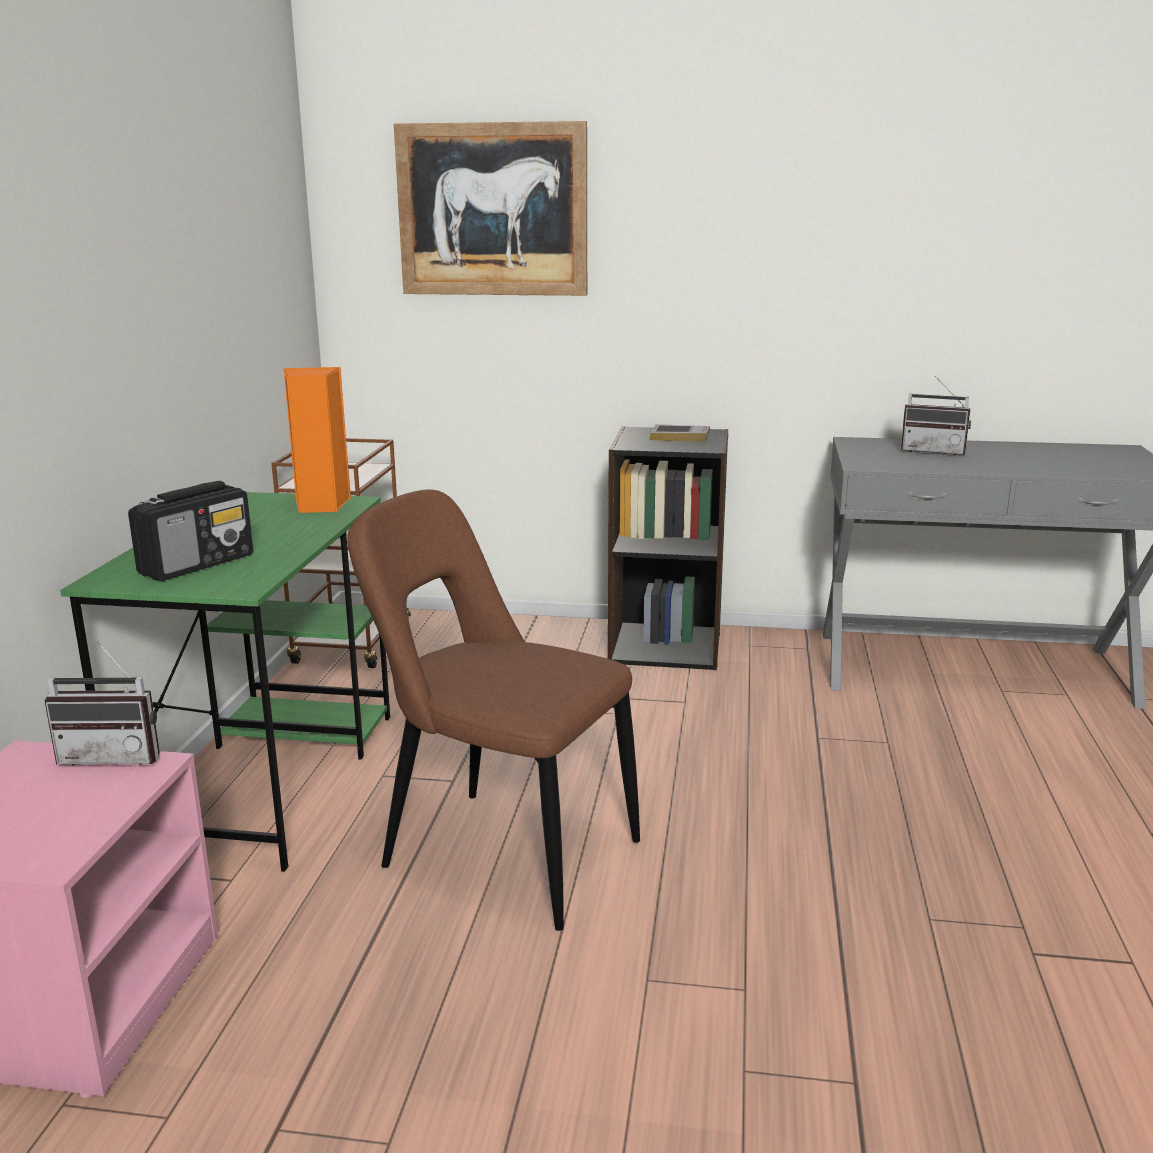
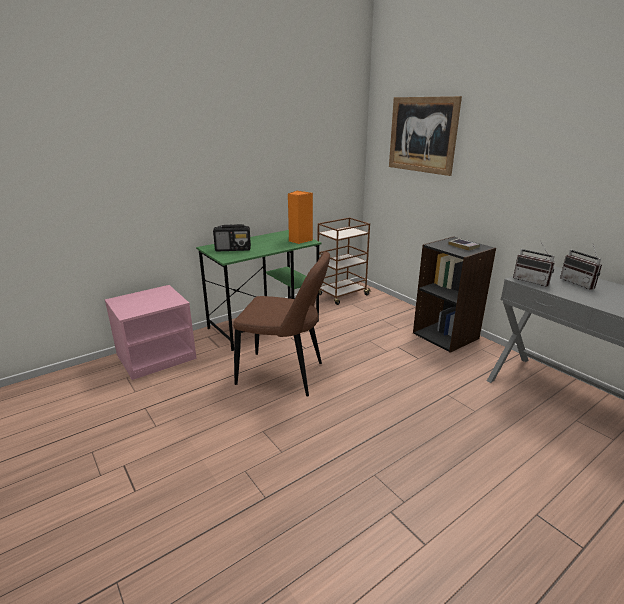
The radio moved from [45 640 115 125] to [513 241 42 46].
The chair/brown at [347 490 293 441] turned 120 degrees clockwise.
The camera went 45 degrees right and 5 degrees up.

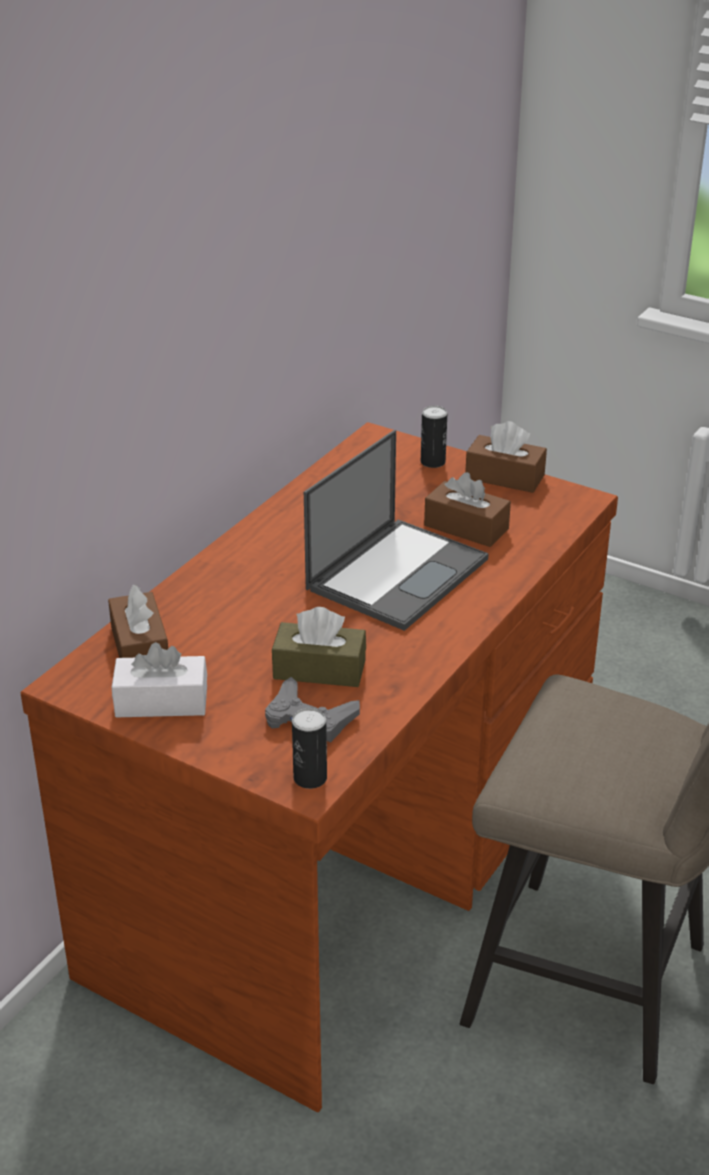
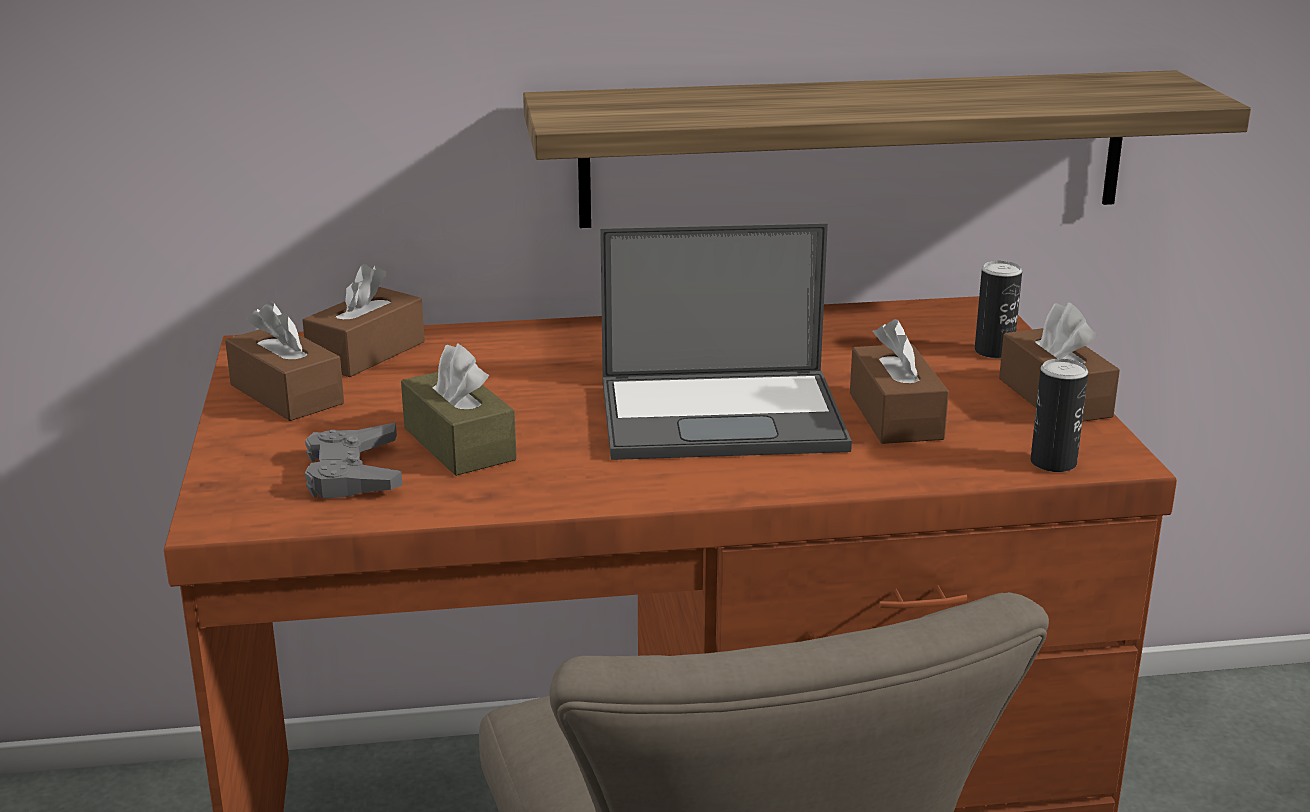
The shelf at [523 70 728 158] appeared.
The can moved from [292 708 35 81] to [1030 359 58 113].
The tissue box/white at [112 642 95 75] became the tissue box/brown at [225 301 119 120].
The camera went 50 degrees right and 10 degrees down.

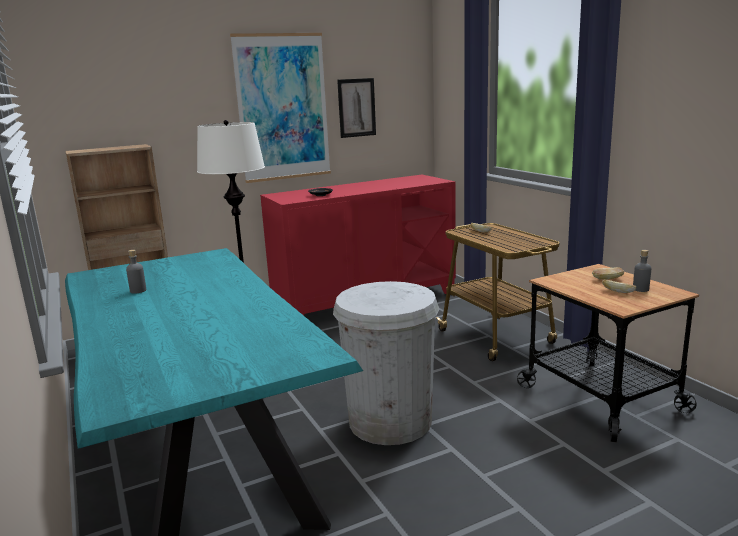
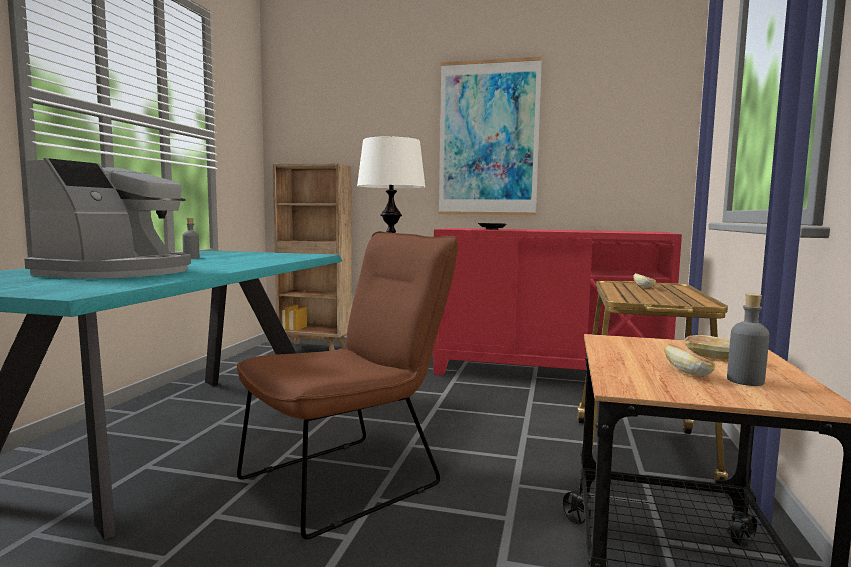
The picture at [337 78 39 60] disappeared.
The coffee machine at [24 158 167 121] appeared.
The trash can/white at [333 281 107 164] was replaced by the chair/brown at [237 231 221 309].
The camera went 40 degrees right and 10 degrees down.

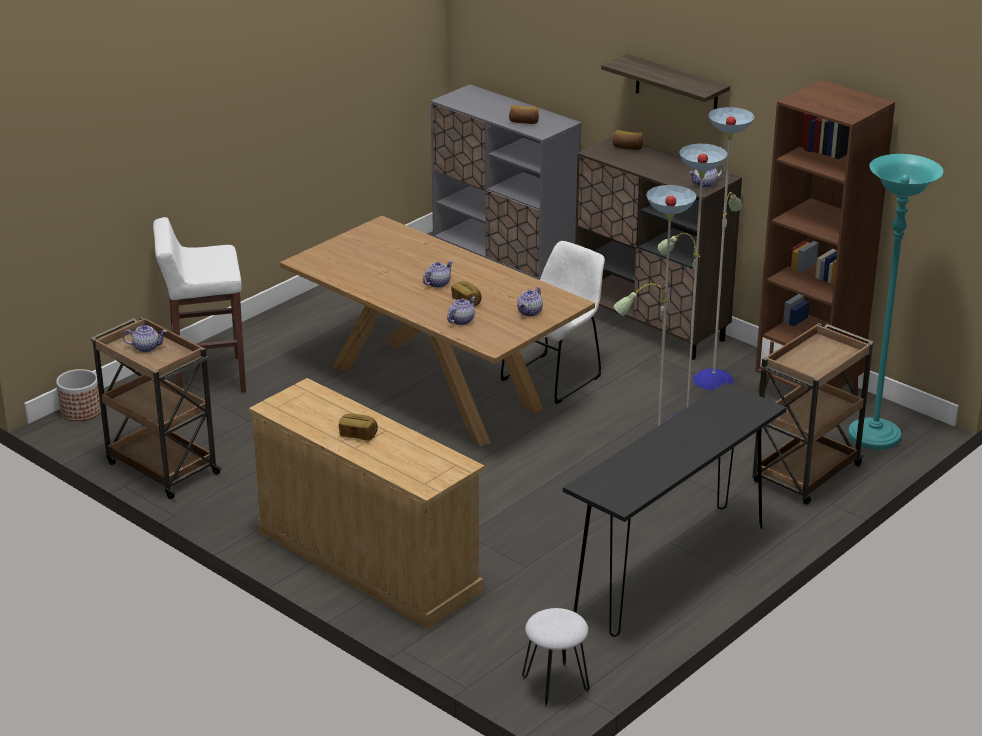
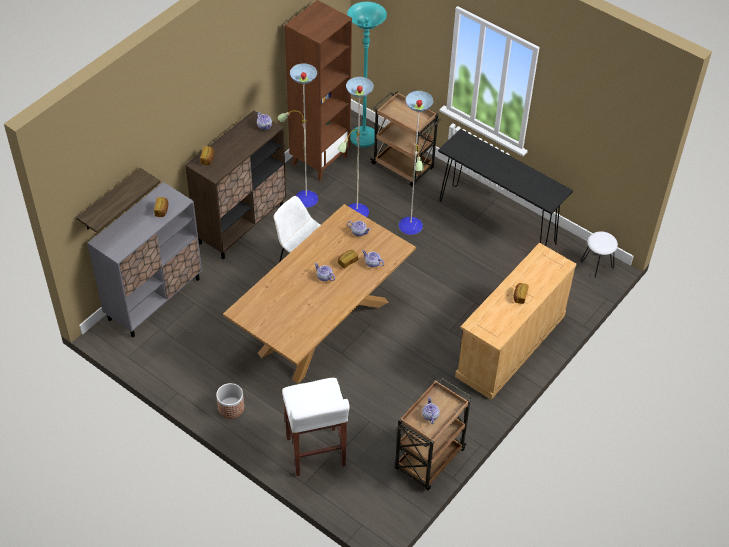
The planter moved from [56 369 45 52] to [216 383 28 35].
The shelf moved from [601 54 129 55] to [76 168 84 65].
The camera went 95 degrees left and 20 degrees up.

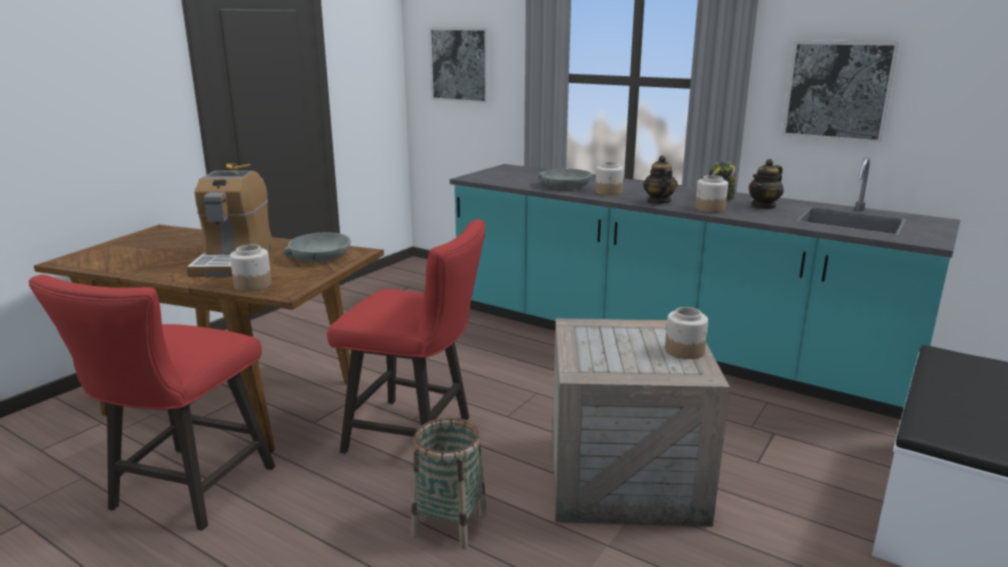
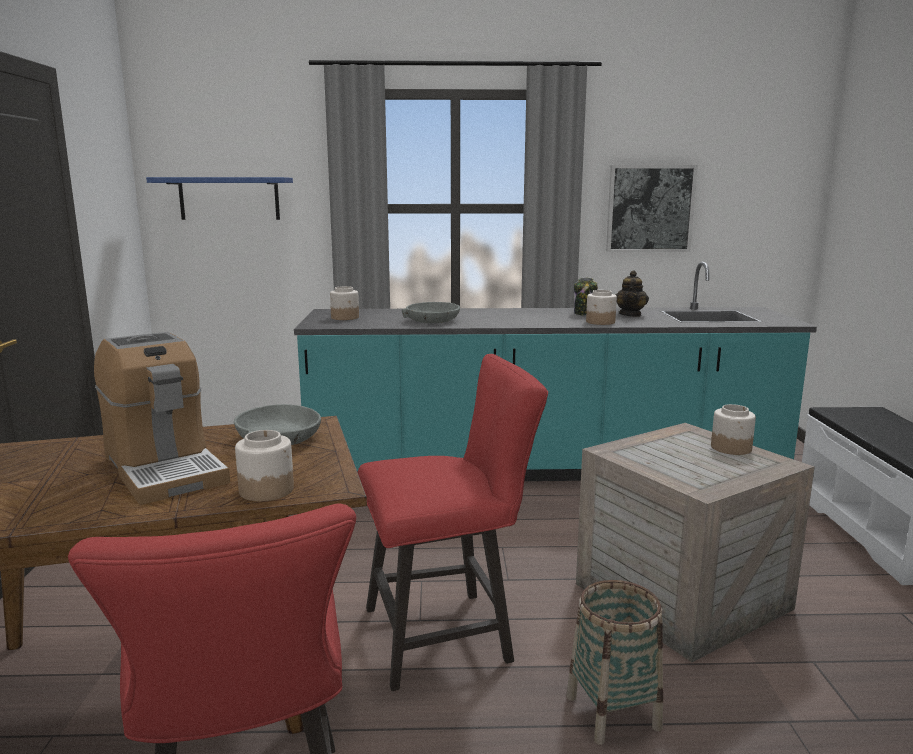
The teapot at [643 155 35 49] disappeared.
The jar moved from [595 162 29 33] to [330 286 29 34].
The picture at [429 27 61 77] was replaced by the shelf/blue at [146 177 147 43].
The camera went 35 degrees left and 5 degrees down.

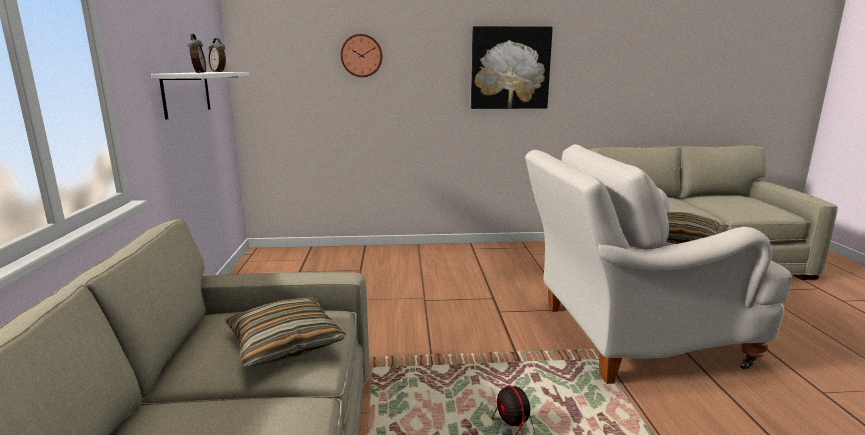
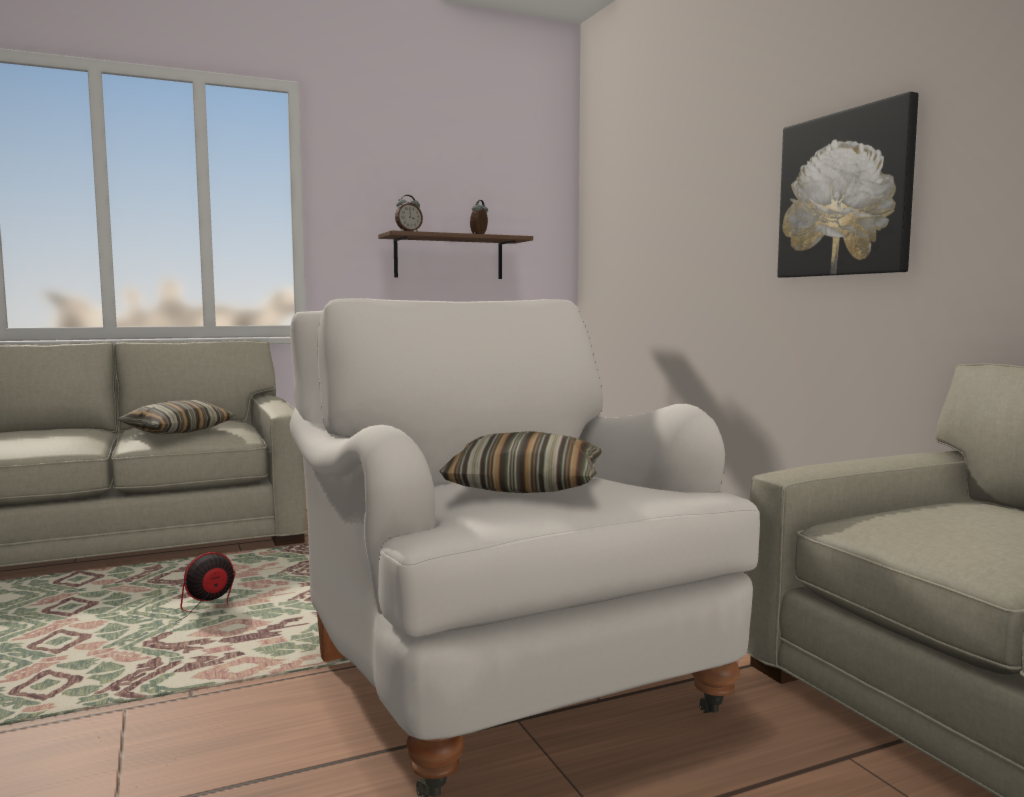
The wall clock at [341 34 41 43] disappeared.
The shelf/white at [151 72 98 48] became the shelf/brown at [378 230 155 49].
The camera went 70 degrees right and 10 degrees down.

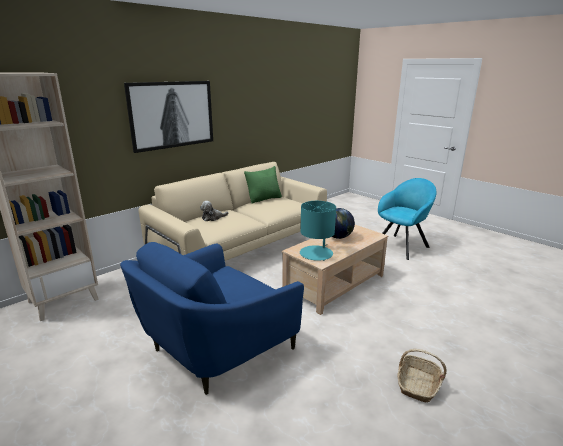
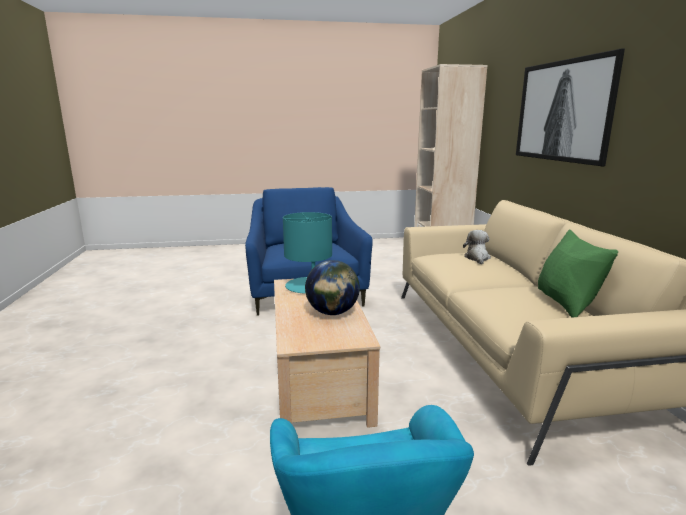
The basket at [397 349 50 53] disappeared.
The camera went 125 degrees right and 5 degrees down.

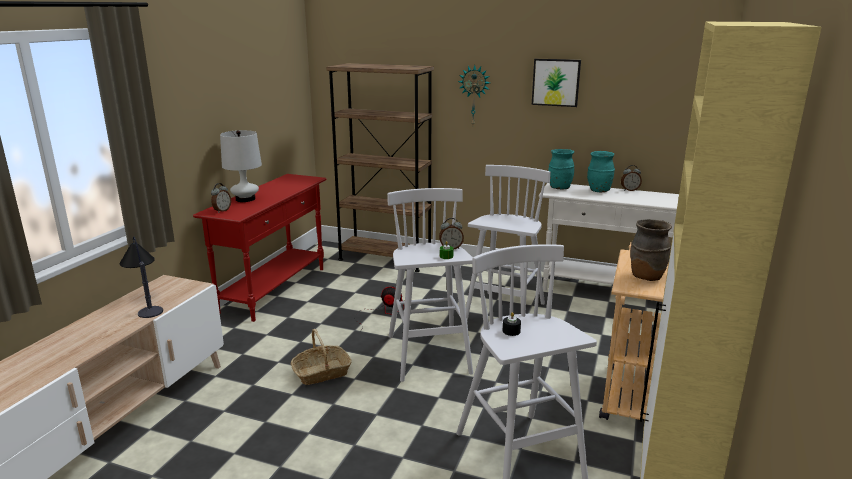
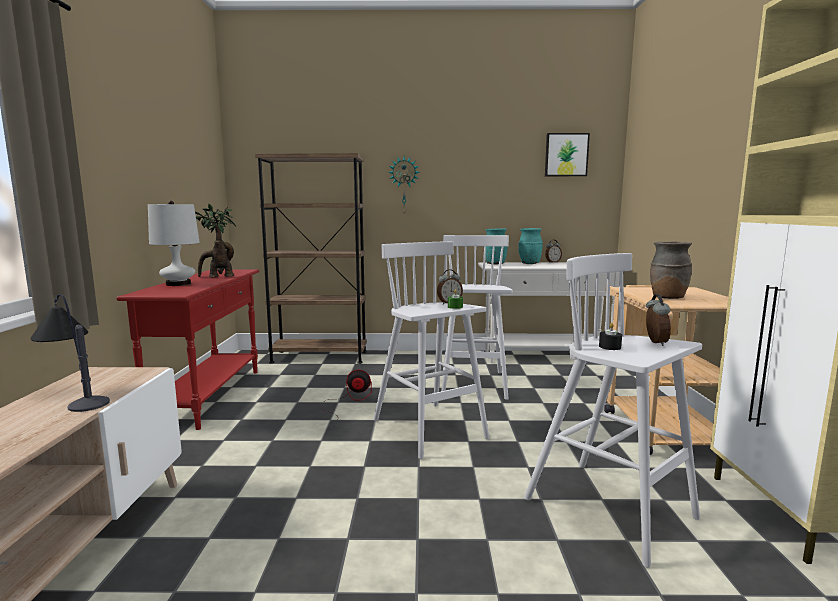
The basket at [291 329 61 56] disappeared.
The potted plant at [195 203 41 74] appeared.
The alarm clock moved from [211 183 20 30] to [646 294 25 52].
The picture moved from [532 59 49 48] to [545 133 45 43].
The camera went 20 degrees left and 10 degrees down.

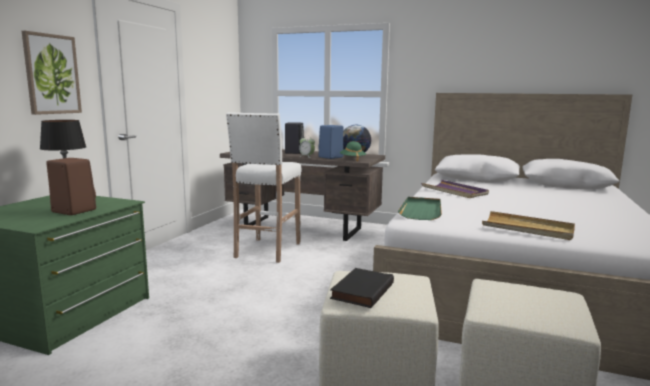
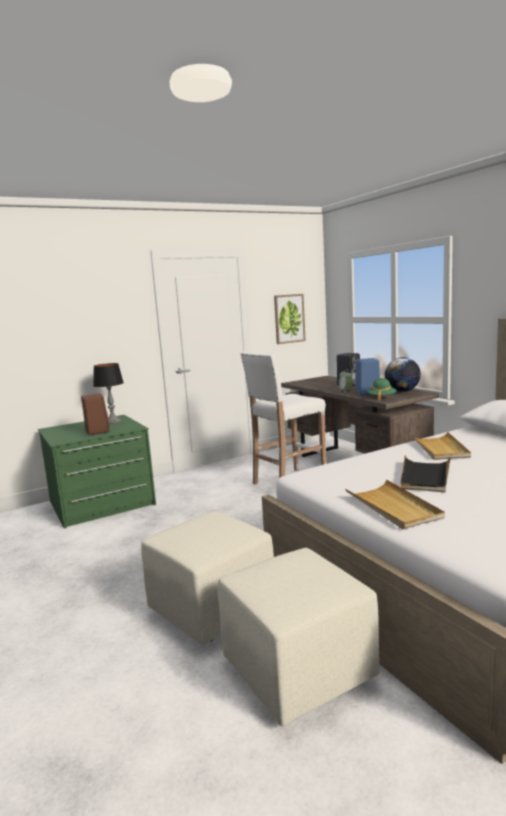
The book/black at [330 268 64 40] disappeared.
The tray/green at [398 197 44 23] disappeared.
The tray/black at [400 456 50 36] appeared.
The picture moved from [22 31 60 84] to [274 294 32 50].
The tray/purple at [421 180 68 18] became the tray/beige at [410 432 61 28].
The camera went 40 degrees right and 0 degrees up.

